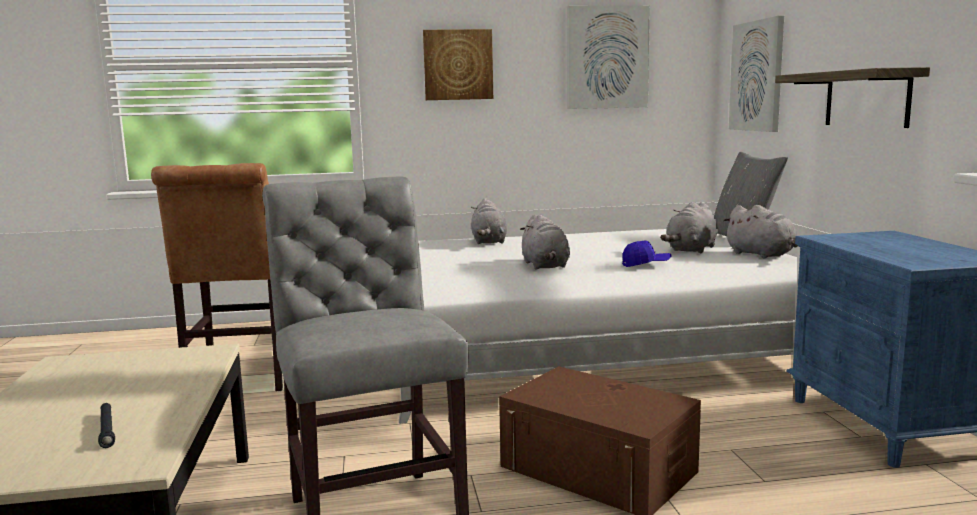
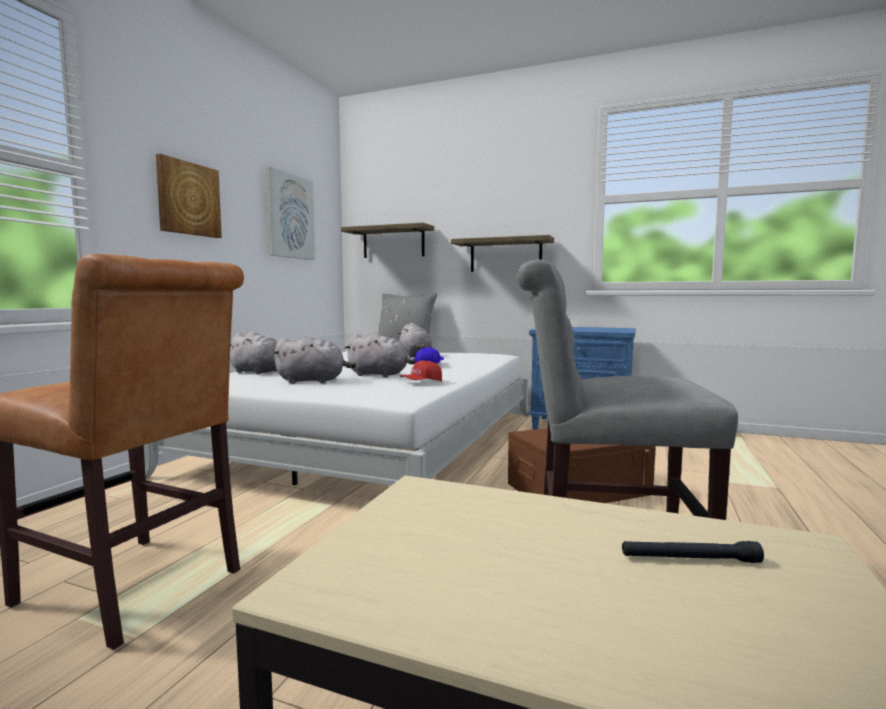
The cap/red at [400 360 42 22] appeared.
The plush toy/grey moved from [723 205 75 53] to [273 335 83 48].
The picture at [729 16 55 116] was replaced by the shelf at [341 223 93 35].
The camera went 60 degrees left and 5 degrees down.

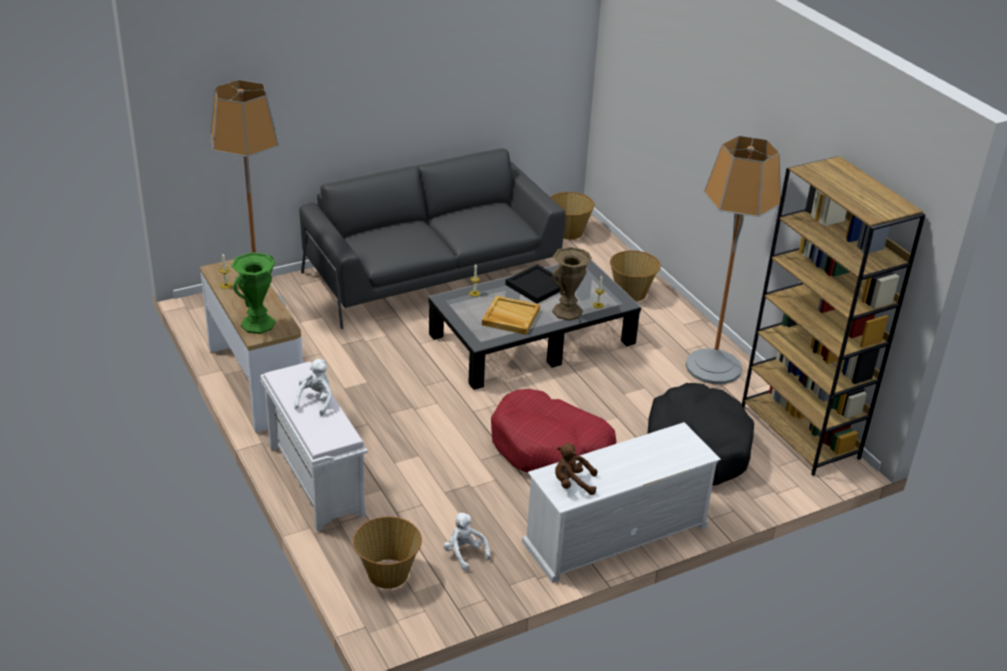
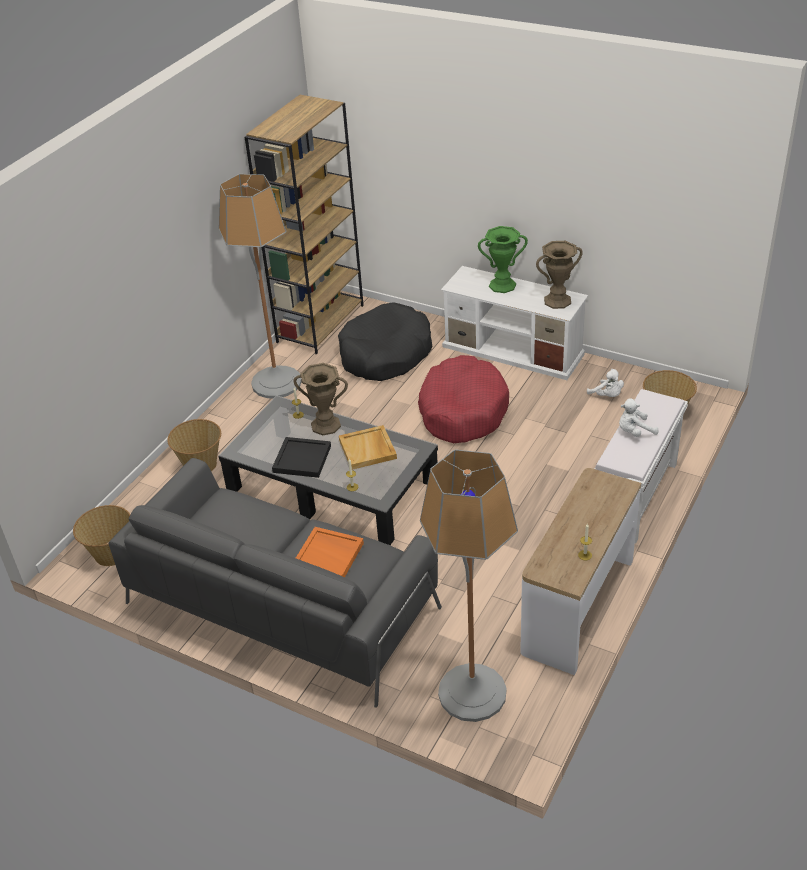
The tray/orange at [296 527 68 50] appeared.
The vase/green moved from [231 252 44 82] to [478 226 50 67].
The plush toy/brown at [555 443 42 52] was replaced by the vase/brown at [536 241 47 68].
The plush toy/white at [443 512 48 59] turned 60 degrees counterclockwise.
The camera went 120 degrees left and 5 degrees up.

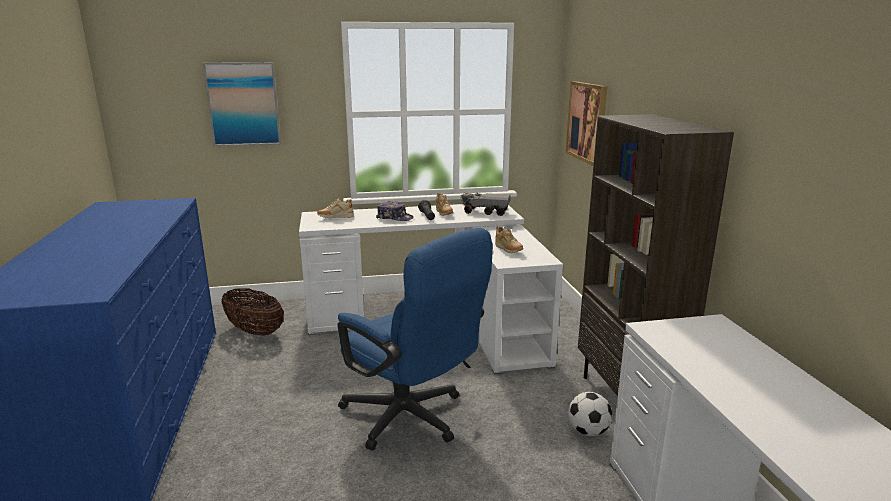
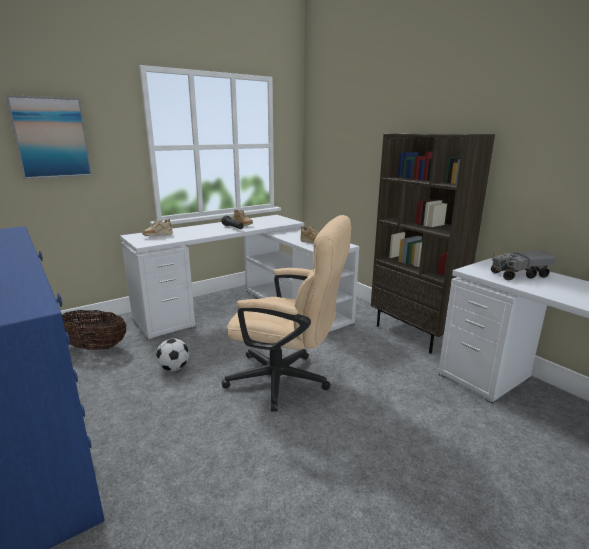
The cap at [376 201 37 20] disappeared.
The picture at [566 81 41 85] disappeared.
The toy truck moved from [461 193 50 23] to [491 251 65 29].
The football moved from [568 392 44 44] to [156 339 33 32].
The office chair/blue at [337 228 156 222] became the office chair/beige at [222 215 129 197].
The camera went 25 degrees left and 0 degrees up.

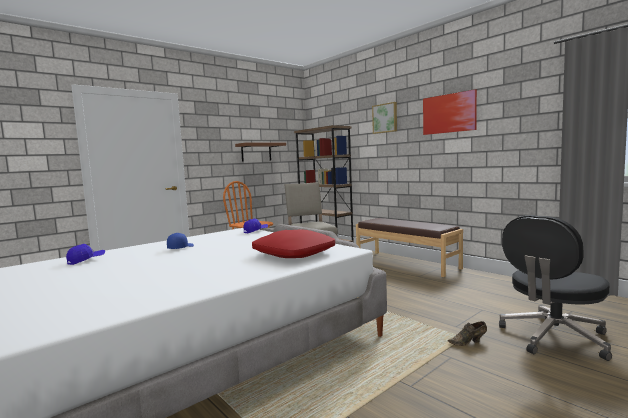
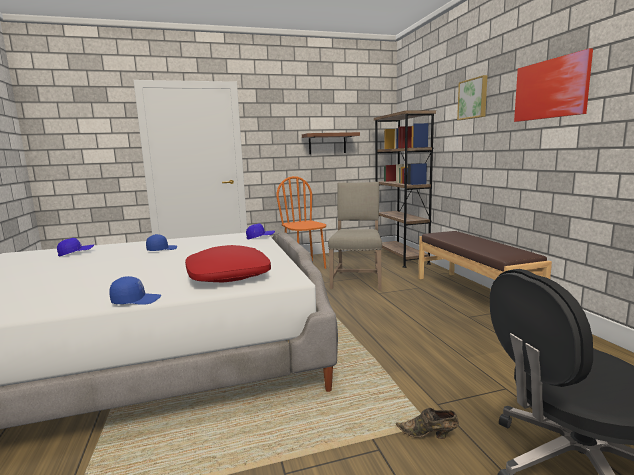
The cap/blue at [109 276 52 29] appeared.
The camera went 25 degrees right and 5 degrees up.

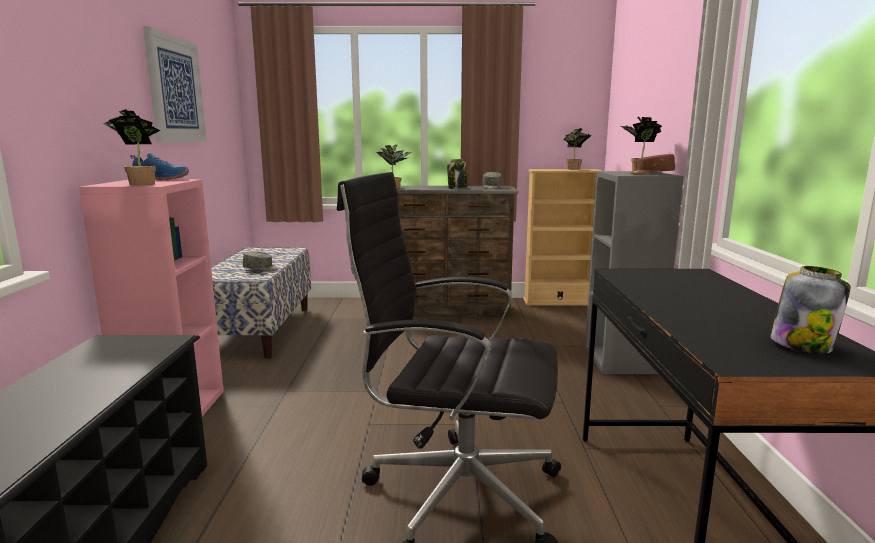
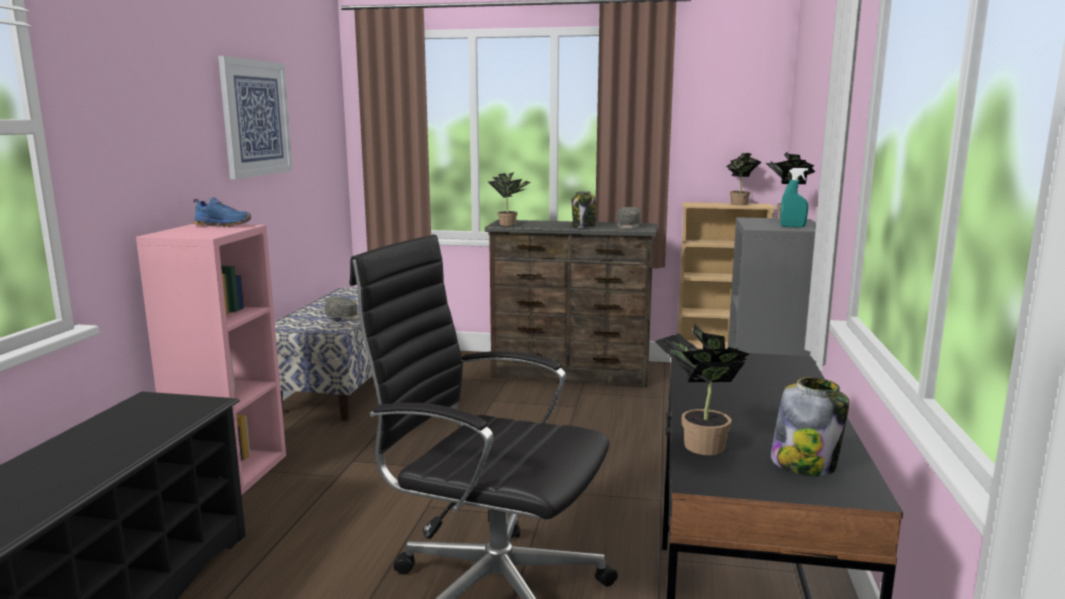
The potted plant moved from [103 109 57 76] to [655 324 94 131].
The cap/brown at [630 154 45 20] was replaced by the spray bottle/turquoise at [780 168 28 60].
The camera went 10 degrees right and 0 degrees up.

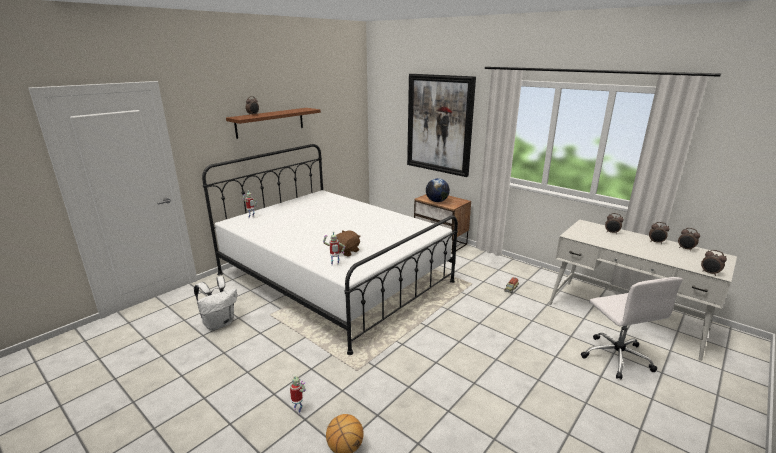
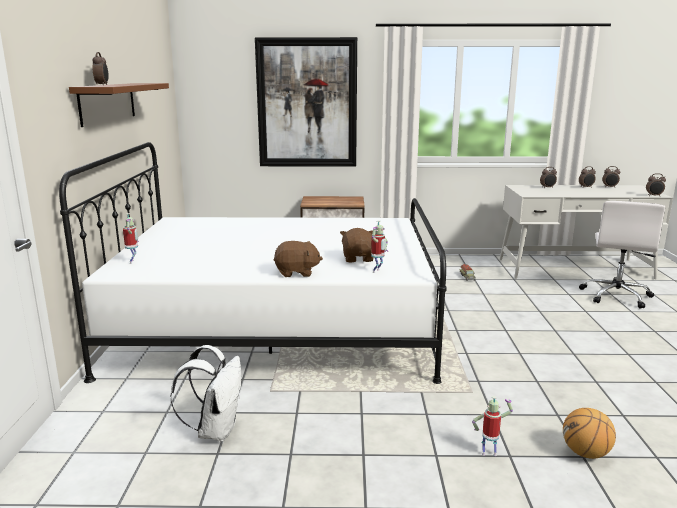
The globe at [426 178 24 24] disappeared.
The plush toy/brown at [273 241 50 36] appeared.
The office chair/white at [581 277 102 102] turned 75 degrees clockwise.
The camera went 40 degrees left and 5 degrees down.

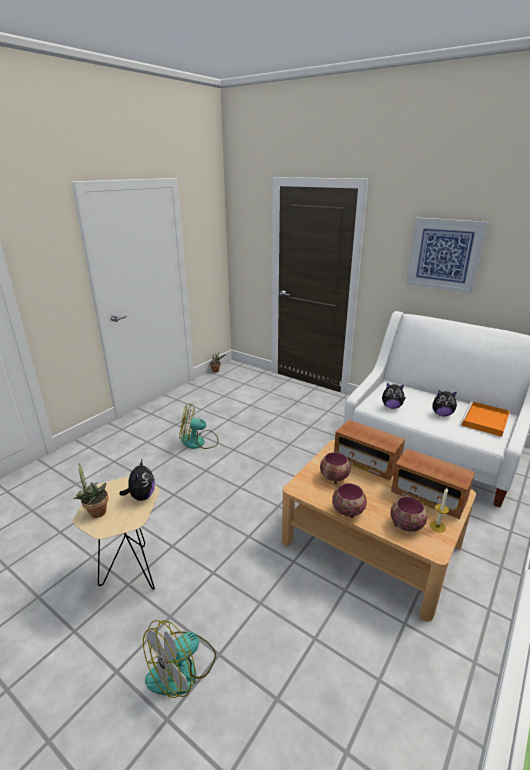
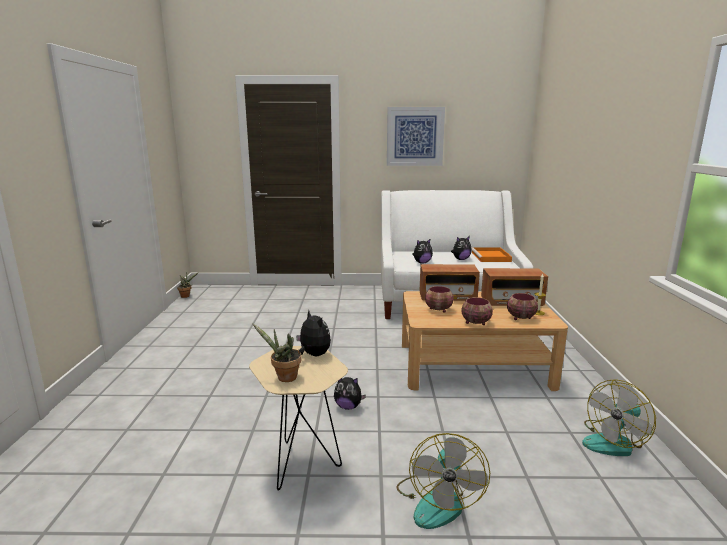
The plush toy at [334 377 32 33] appeared.
The fan moved from [179 403 39 46] to [582 379 74 77].
The camera went 35 degrees left and 10 degrees down.

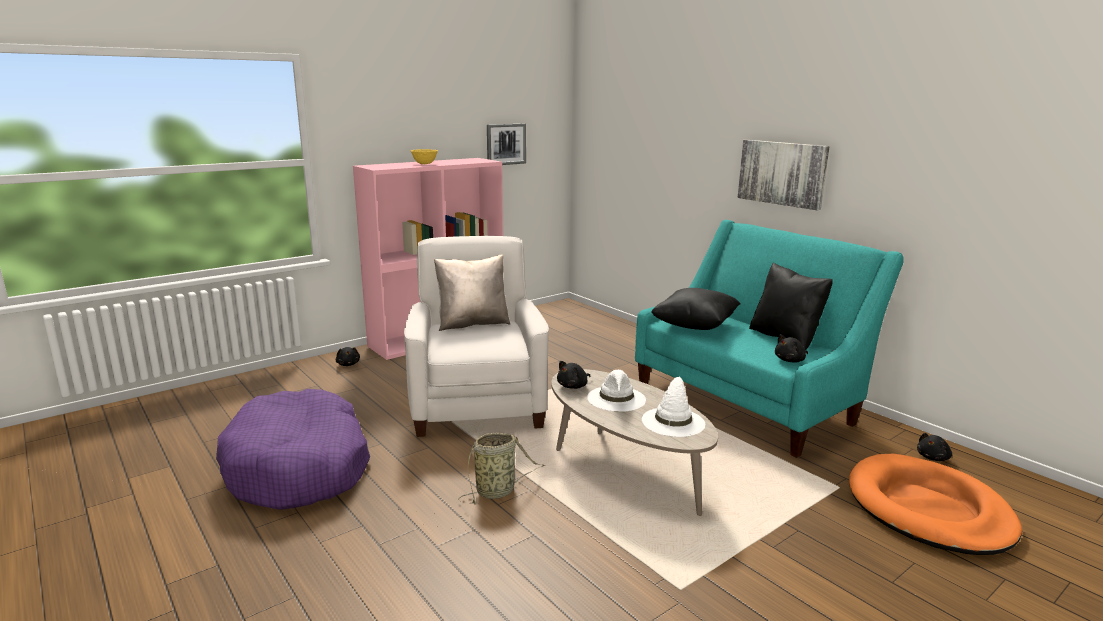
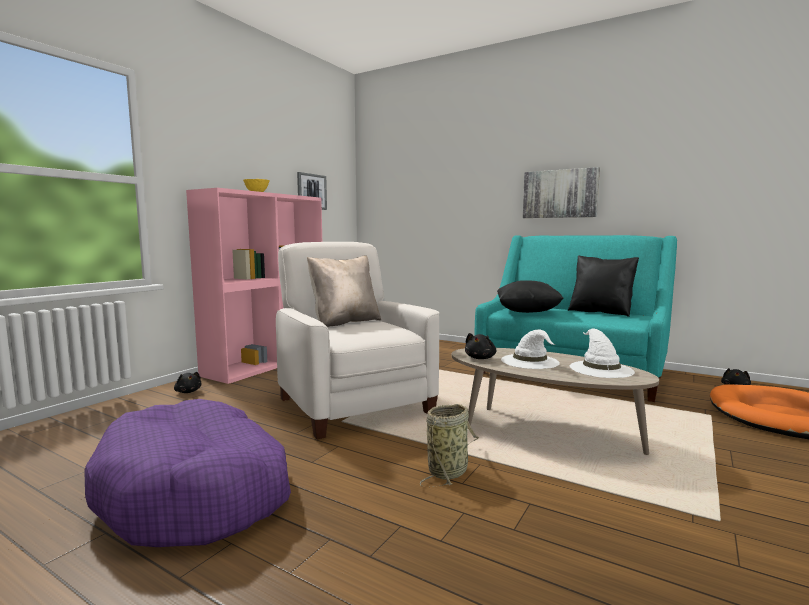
The plush toy/black at [775 334 33 29] disappeared.
The camera went 20 degrees left and 10 degrees down.

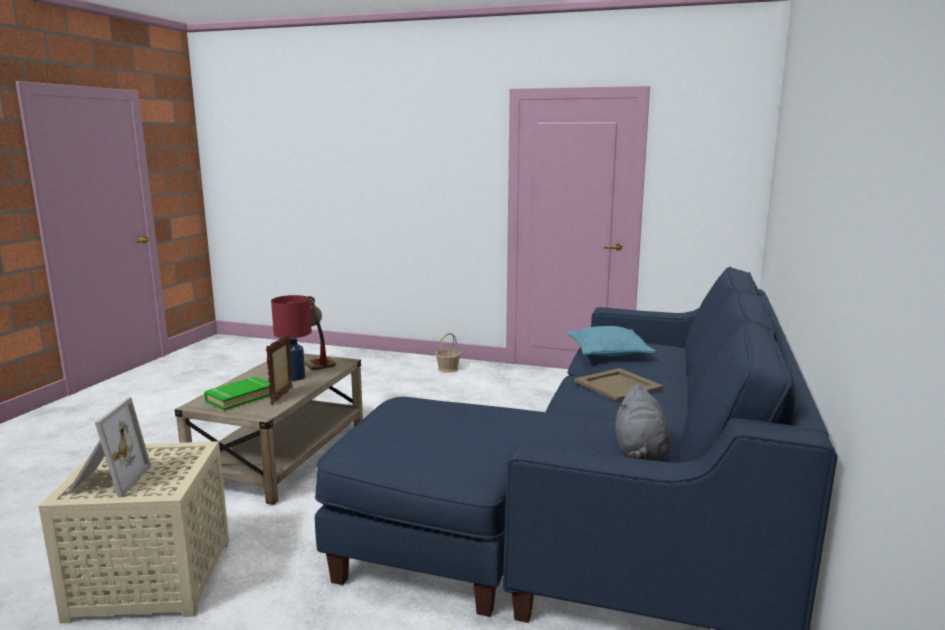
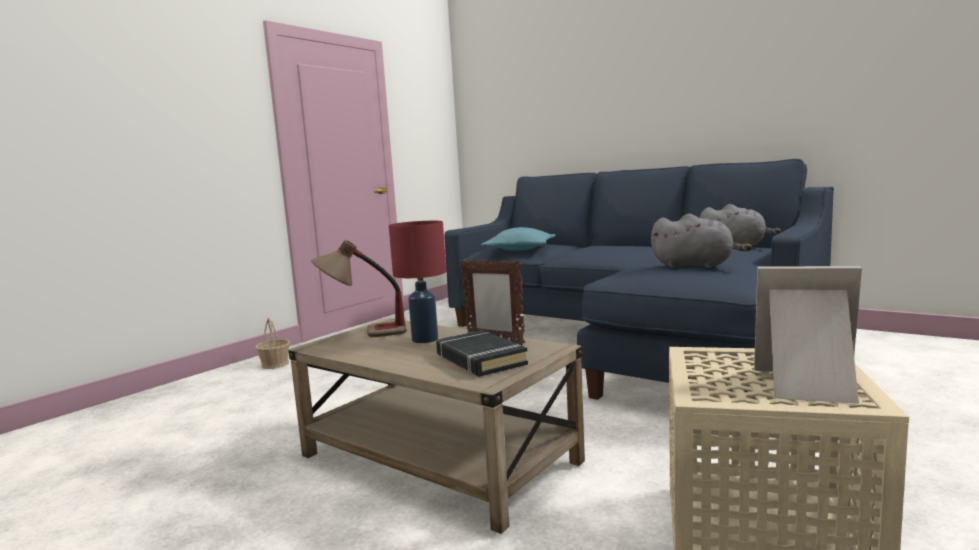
The tray/beige at [574 368 90 33] disappeared.
The plush toy/grey at [651 214 101 55] appeared.
The book/green at [204 376 66 34] became the book/black at [436 330 92 47].
The camera went 70 degrees left and 5 degrees down.

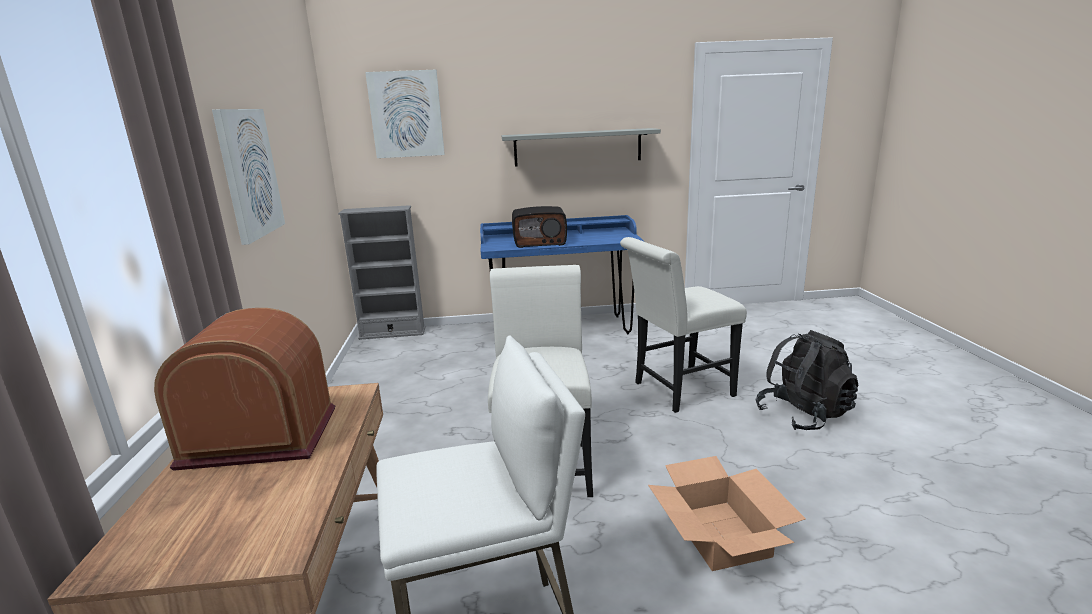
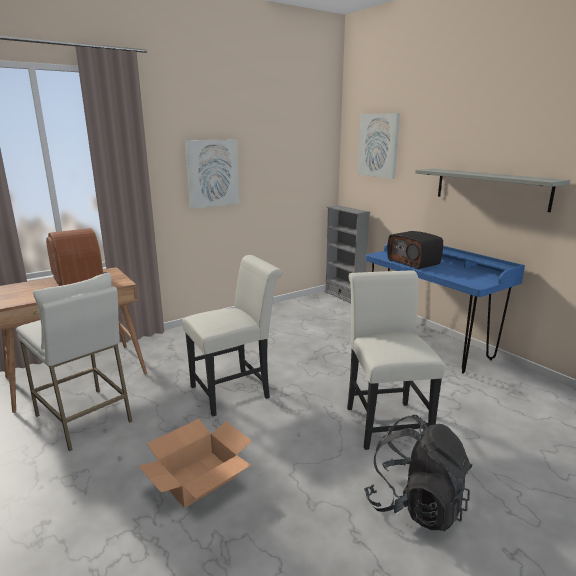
The chair/white at [620 237 127 176] turned 45 degrees clockwise.
The camera went 60 degrees right and 0 degrees up.

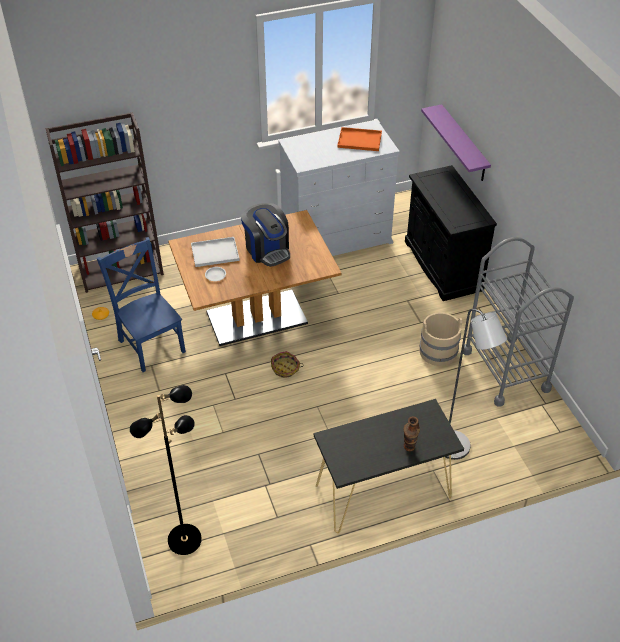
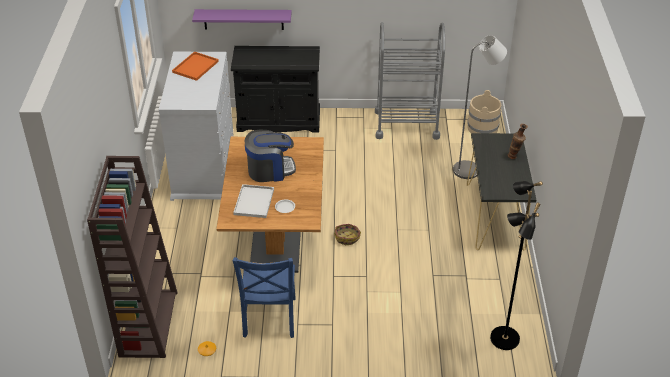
The bucket/beige moved from [419 312 43 54] to [467 90 34 43].
The chair/blue at [97 237 89 135] turned 75 degrees counterclockwise.
The camera went 70 degrees left and 5 degrees down.

